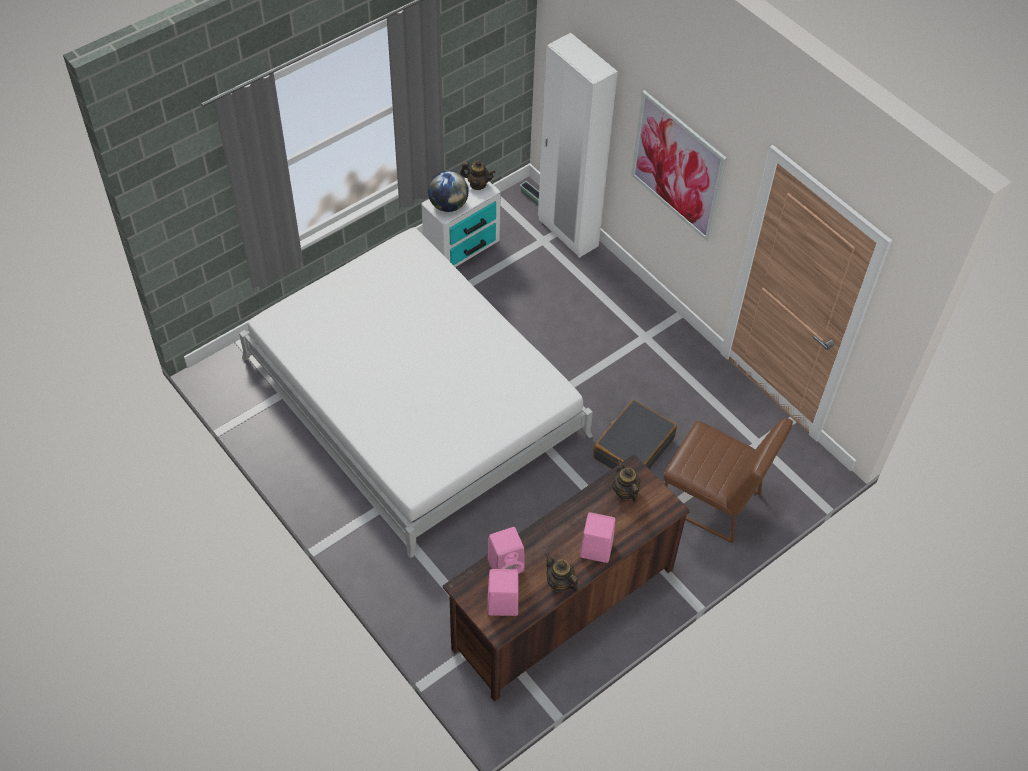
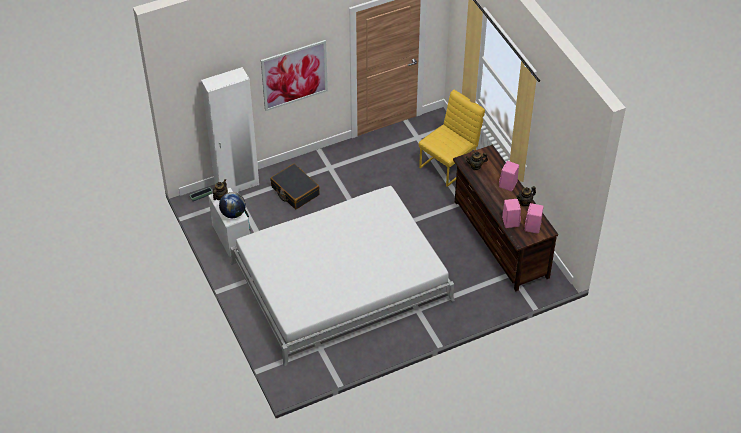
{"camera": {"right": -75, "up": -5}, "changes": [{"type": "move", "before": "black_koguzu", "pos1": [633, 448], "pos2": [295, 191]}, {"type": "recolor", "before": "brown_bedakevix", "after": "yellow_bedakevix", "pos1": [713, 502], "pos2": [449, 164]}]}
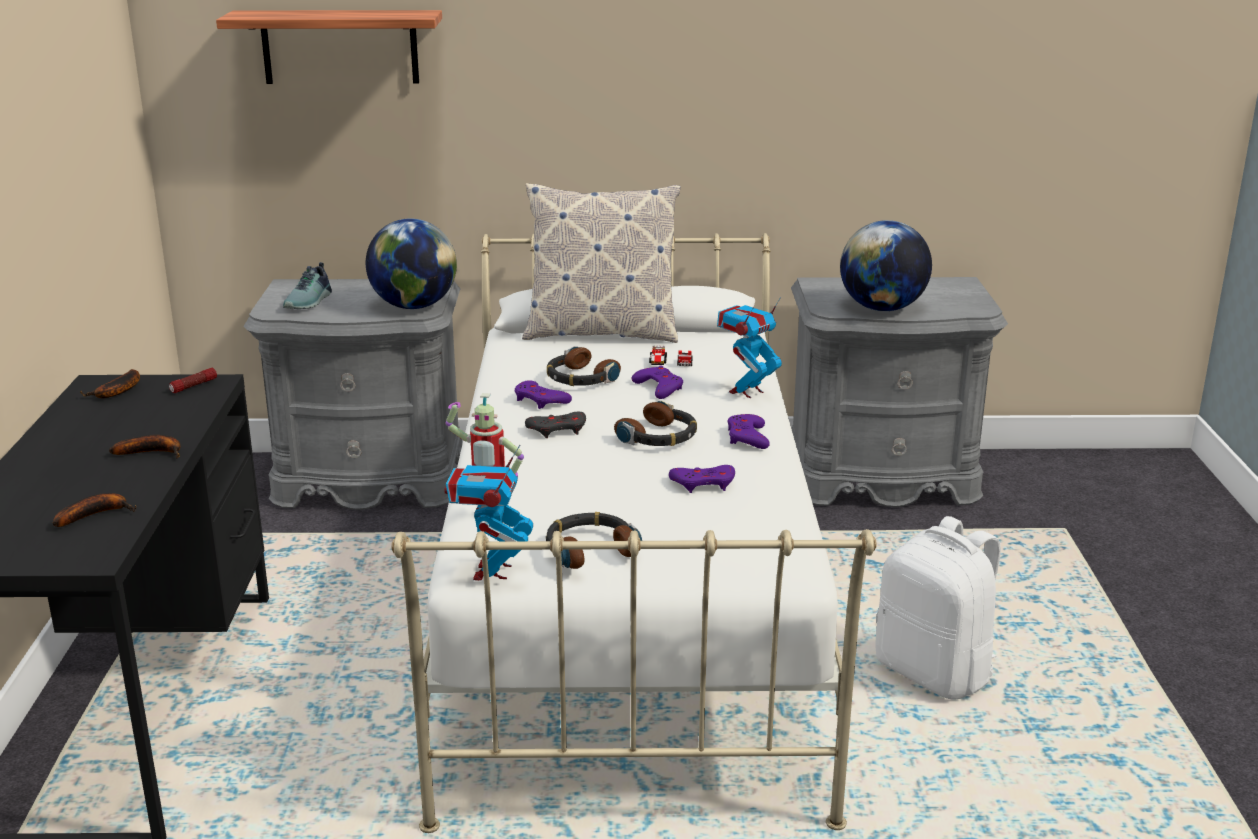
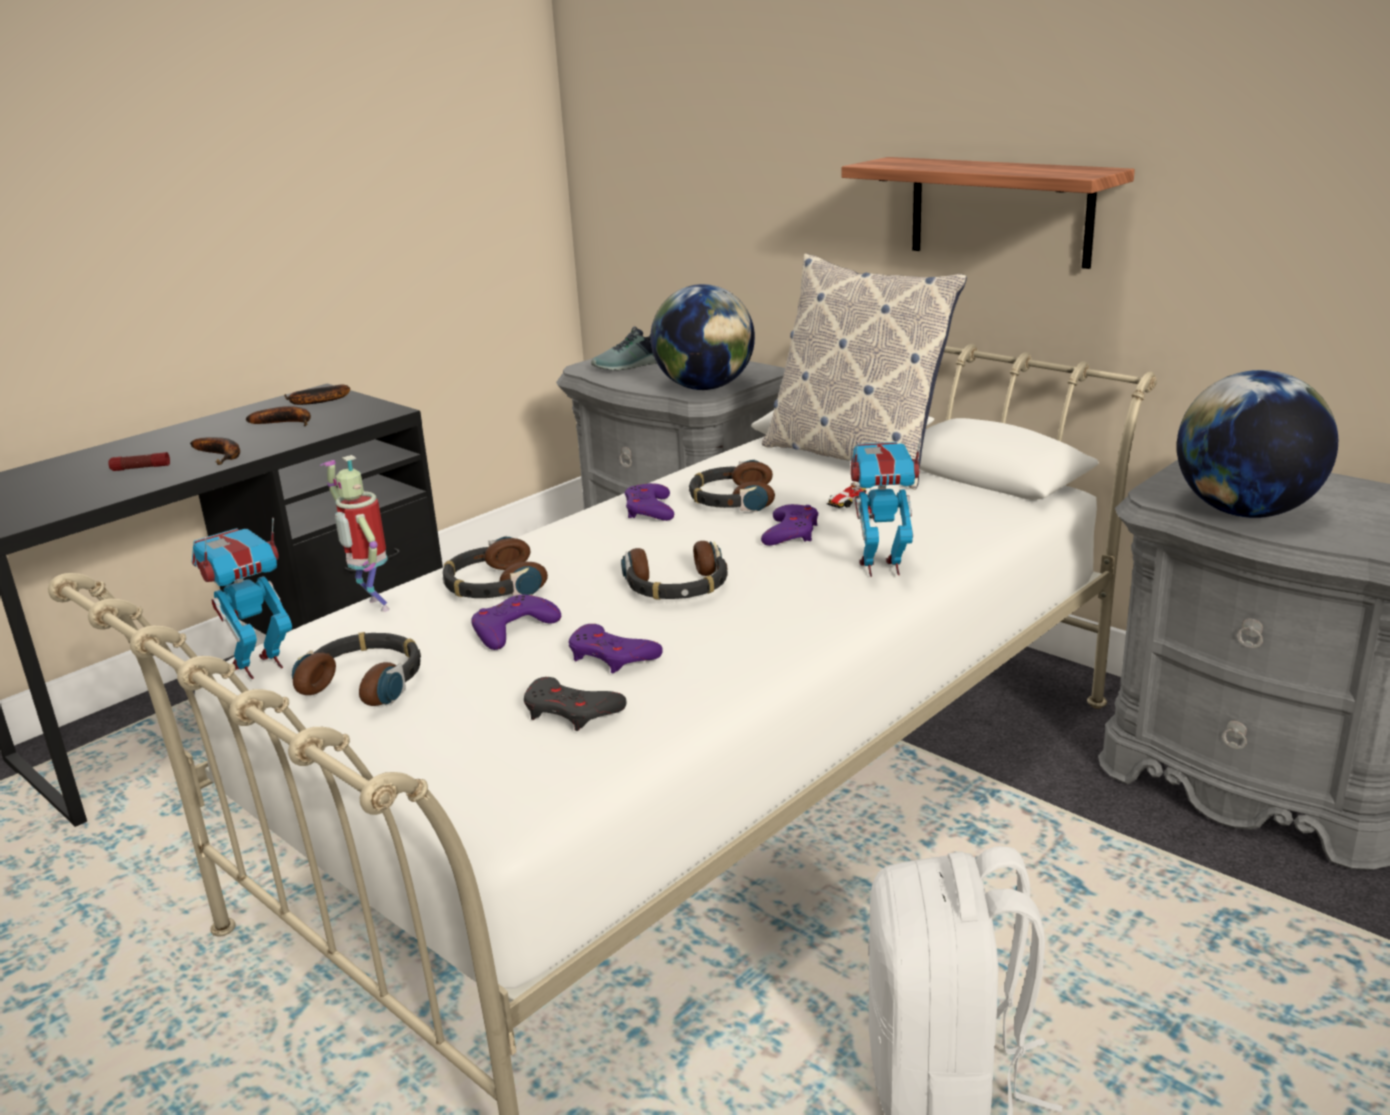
{"camera": {"right": 45, "up": 0}, "changes": [{"type": "move", "before": "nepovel", "pos1": [193, 386], "pos2": [140, 468]}, {"type": "move", "before": "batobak", "pos1": [96, 514], "pos2": [287, 422]}, {"type": "insert", "after": "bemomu", "pos2": [493, 585]}, {"type": "move", "before": "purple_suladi", "pos1": [747, 437], "pos2": [513, 629]}, {"type": "move", "before": "grey_suladi", "pos1": [558, 429], "pos2": [571, 711]}, {"type": "move", "before": "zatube", "pos1": [340, 47], "pos2": [1000, 211]}]}
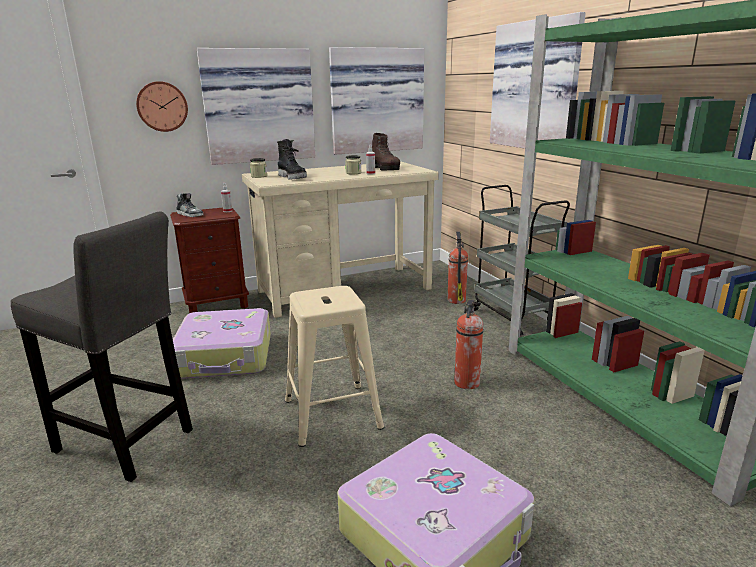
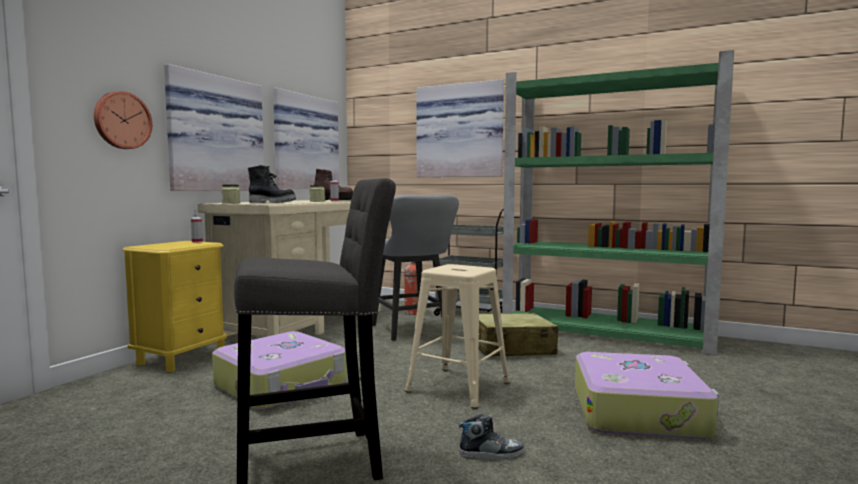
{"camera": {"right": -40, "up": -15}, "changes": [{"type": "recolor", "before": "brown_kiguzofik", "after": "yellow_kiguzofik", "pos1": [217, 305], "pos2": [182, 358]}, {"type": "insert", "after": "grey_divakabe", "pos2": [412, 331]}, {"type": "move", "before": "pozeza", "pos1": [190, 214], "pos2": [491, 453]}, {"type": "replace", "before": "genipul", "after": "beige_koguzu", "pos1": [466, 383], "pos2": [511, 348]}]}
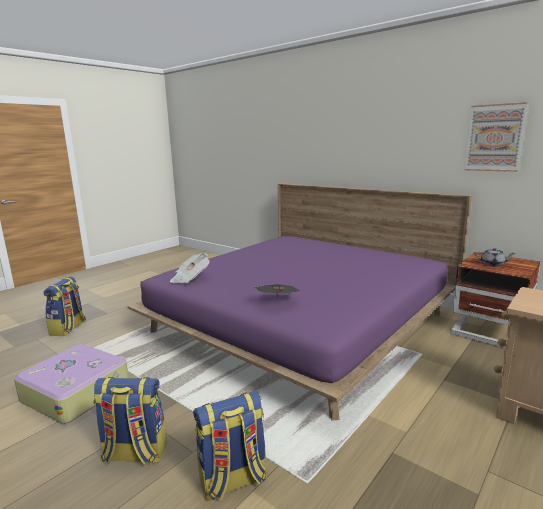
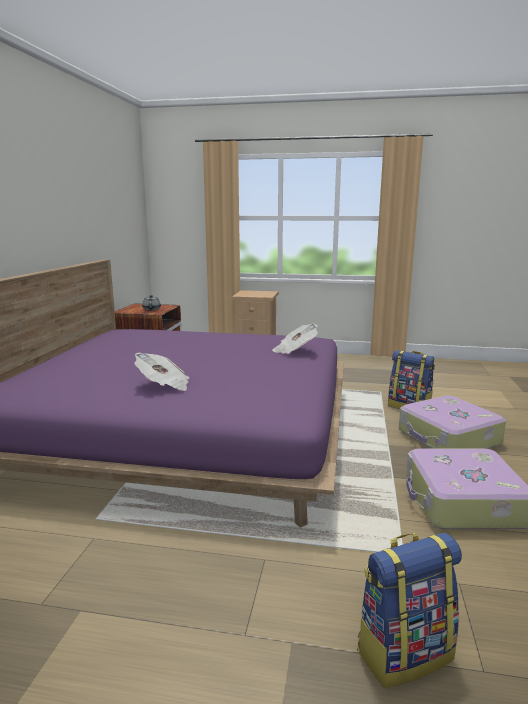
{"camera": {"right": -120, "up": 0}, "changes": [{"type": "move", "before": "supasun", "pos1": [190, 279], "pos2": [164, 385]}, {"type": "replace", "before": "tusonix", "after": "koguzu", "pos1": [134, 453], "pos2": [448, 438]}, {"type": "delete", "before": "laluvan", "pos1": [494, 138]}]}
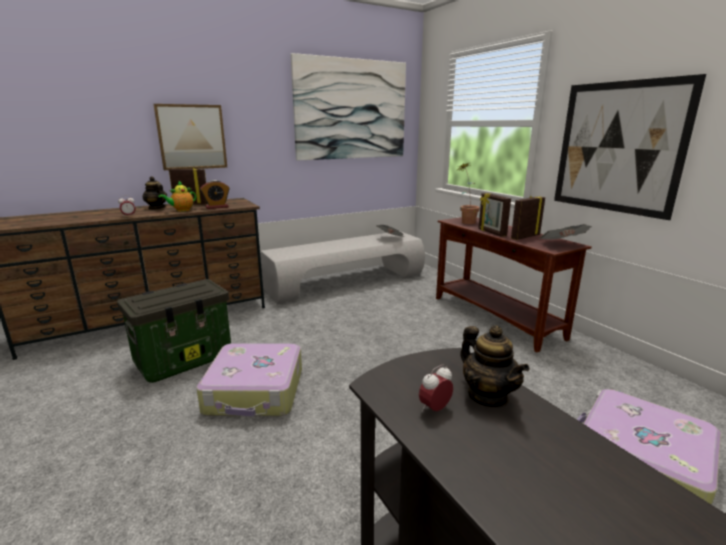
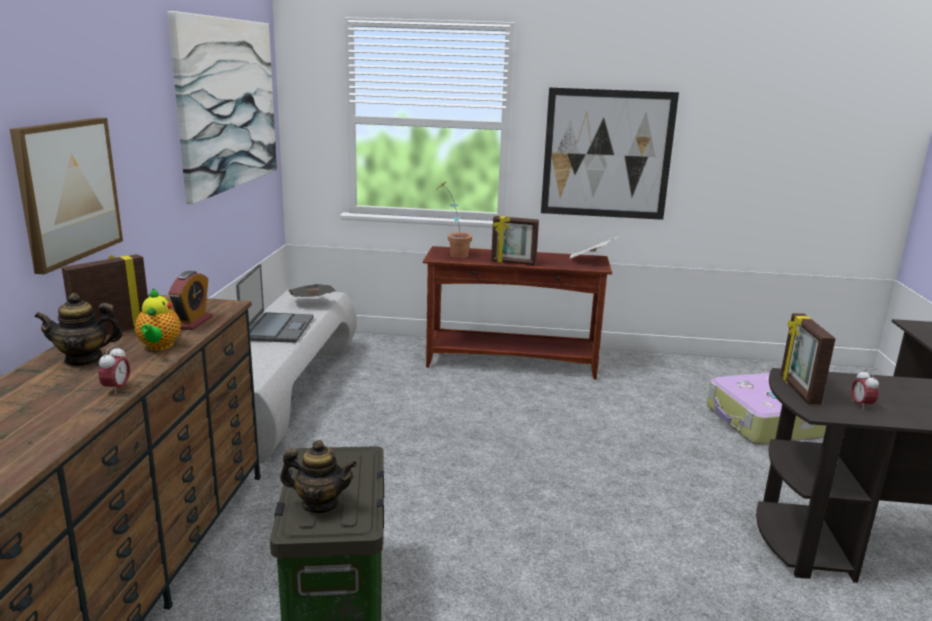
{"camera": {"right": -55, "up": 0}, "changes": [{"type": "insert", "after": "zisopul", "pos2": [277, 329]}, {"type": "move", "before": "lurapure", "pos1": [488, 396], "pos2": [320, 504]}, {"type": "move", "before": "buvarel", "pos1": [525, 237], "pos2": [798, 390]}, {"type": "delete", "before": "koguzu", "pos1": [255, 392]}]}
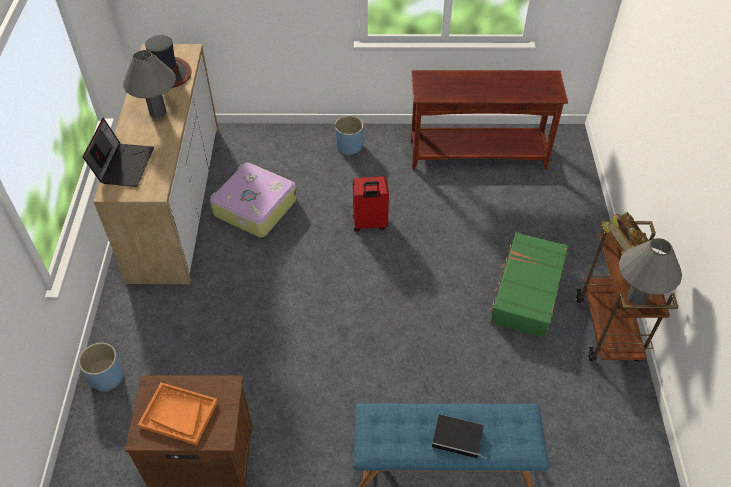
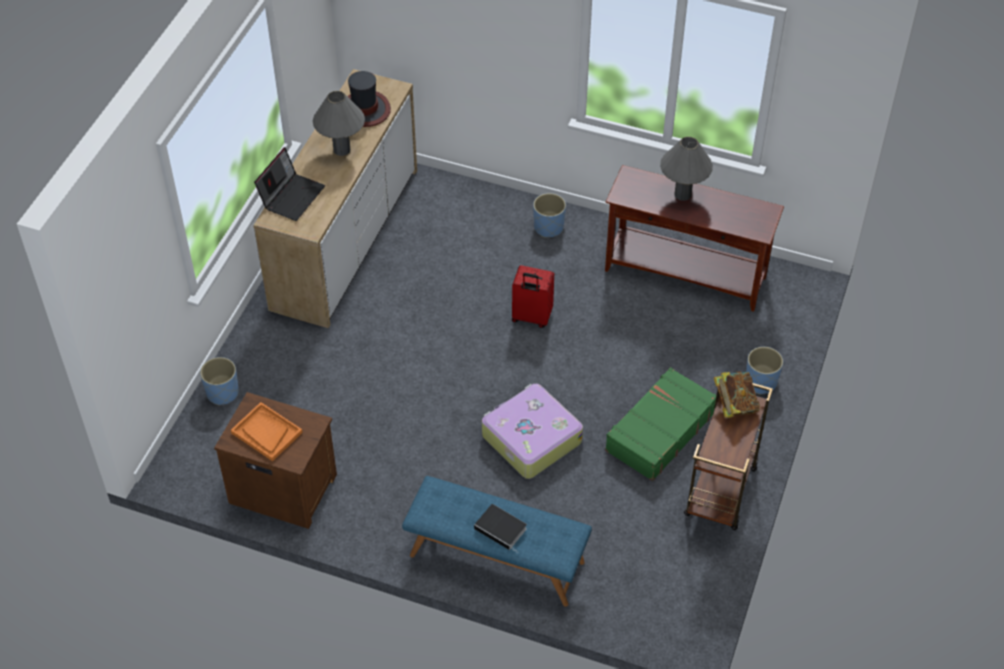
{"camera": {"right": 20, "up": 0}, "changes": [{"type": "move", "before": "koguzu", "pos1": [254, 207], "pos2": [530, 438]}, {"type": "move", "before": "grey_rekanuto", "pos1": [637, 297], "pos2": [682, 194]}, {"type": "insert", "after": "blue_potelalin", "pos2": [760, 382]}]}
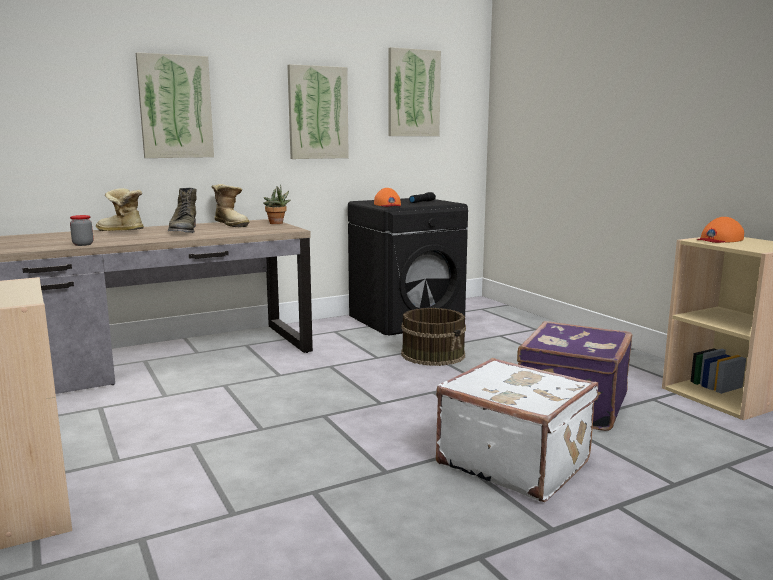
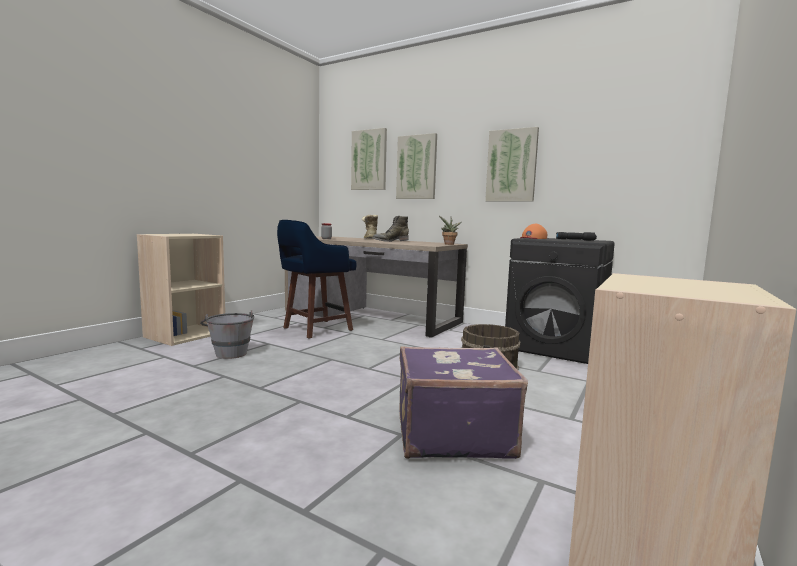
{"camera": {"right": 60, "up": -5}, "changes": [{"type": "insert", "after": "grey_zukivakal", "pos2": [229, 352]}, {"type": "insert", "after": "blue_divakabe", "pos2": [315, 329]}, {"type": "move", "before": "laluvan", "pos1": [413, 93], "pos2": [369, 160]}, {"type": "delete", "before": "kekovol", "pos1": [232, 224]}, {"type": "delete", "before": "white_koguzu", "pos1": [514, 462]}, {"type": "delete", "before": "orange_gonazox", "pos1": [719, 239]}]}
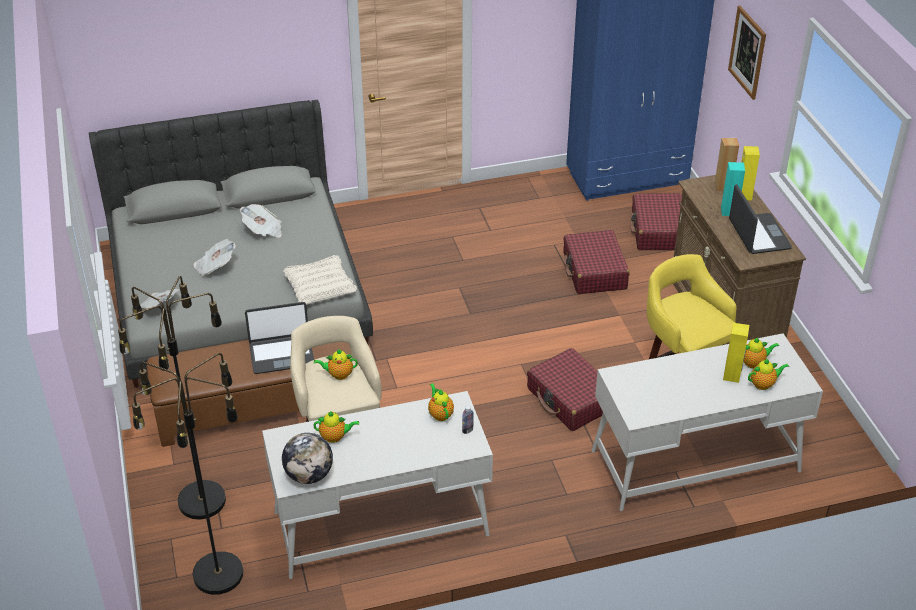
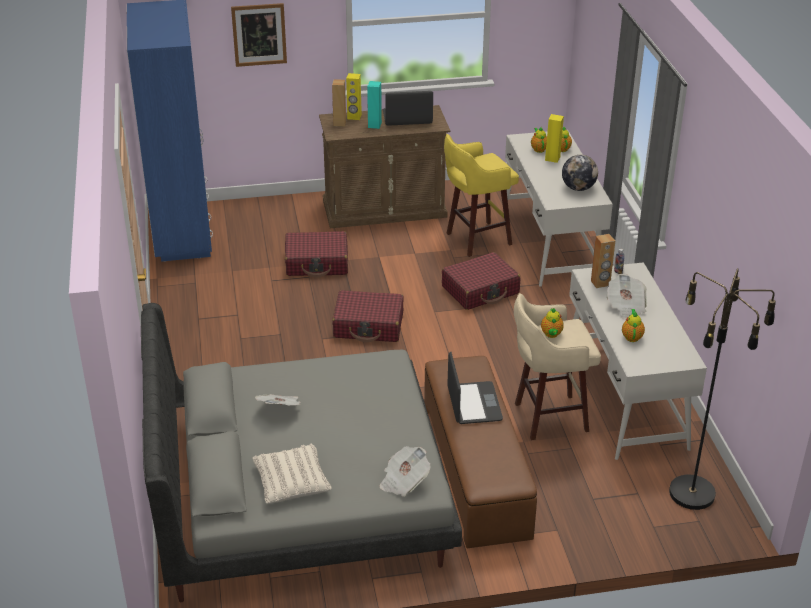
{"camera": {"right": -85, "up": -5}, "changes": [{"type": "move", "before": "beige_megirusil", "pos1": [320, 287], "pos2": [291, 480]}, {"type": "move", "before": "red_koguzu", "pos1": [658, 231], "pos2": [369, 325]}, {"type": "move", "before": "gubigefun", "pos1": [309, 475], "pos2": [578, 188]}, {"type": "replace", "before": "lurapure", "after": "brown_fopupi", "pos1": [440, 414], "pos2": [600, 283]}, {"type": "move", "before": "supasun", "pos1": [215, 266], "pos2": [626, 307]}, {"type": "delete", "before": "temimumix", "pos1": [201, 500]}]}
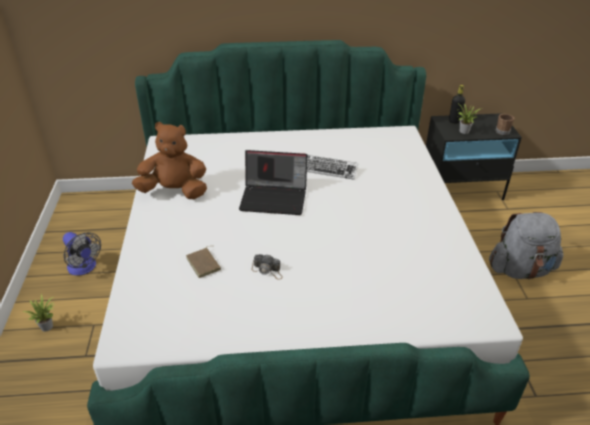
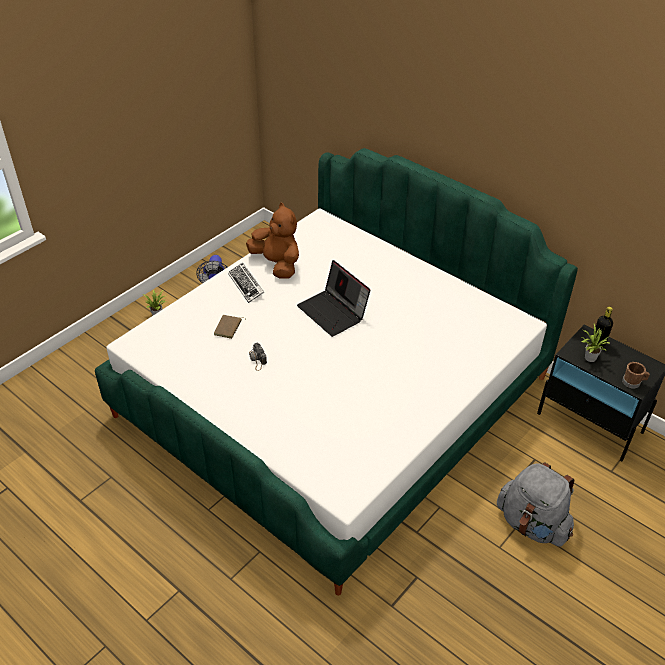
{"camera": {"right": 45, "up": 5}, "changes": [{"type": "move", "before": "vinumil", "pos1": [330, 170], "pos2": [246, 285]}]}
